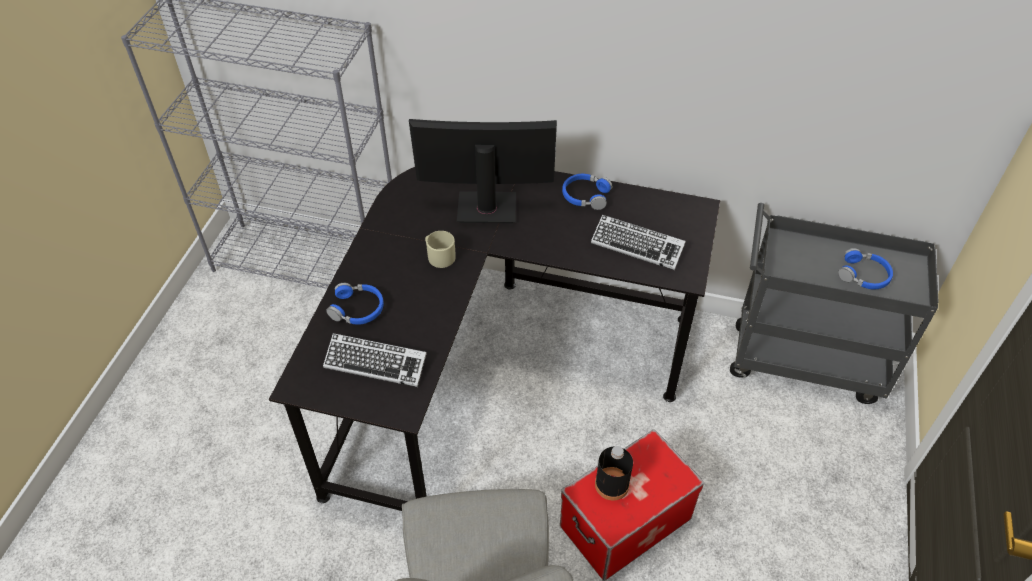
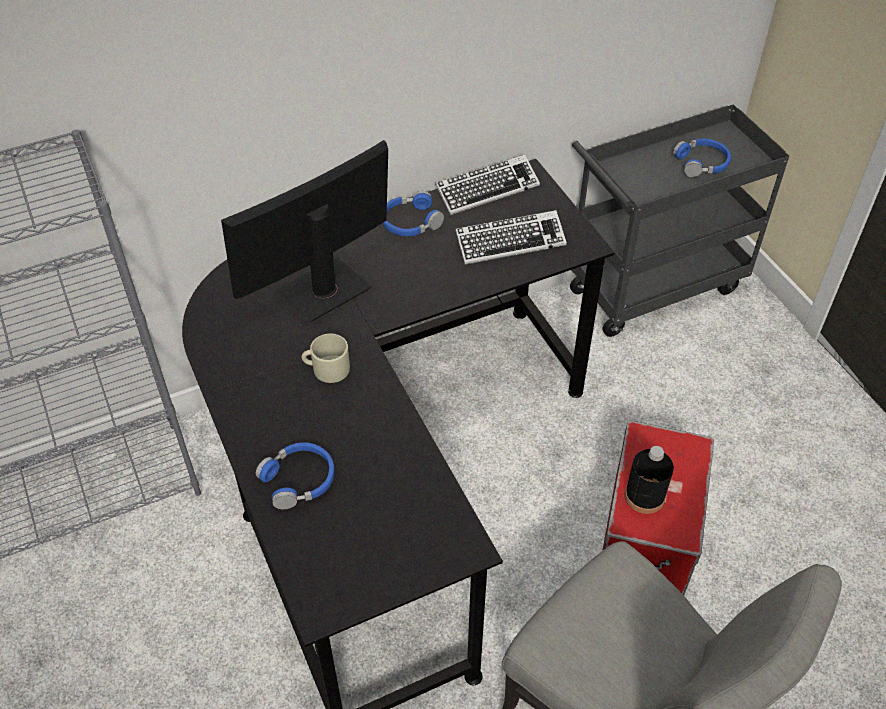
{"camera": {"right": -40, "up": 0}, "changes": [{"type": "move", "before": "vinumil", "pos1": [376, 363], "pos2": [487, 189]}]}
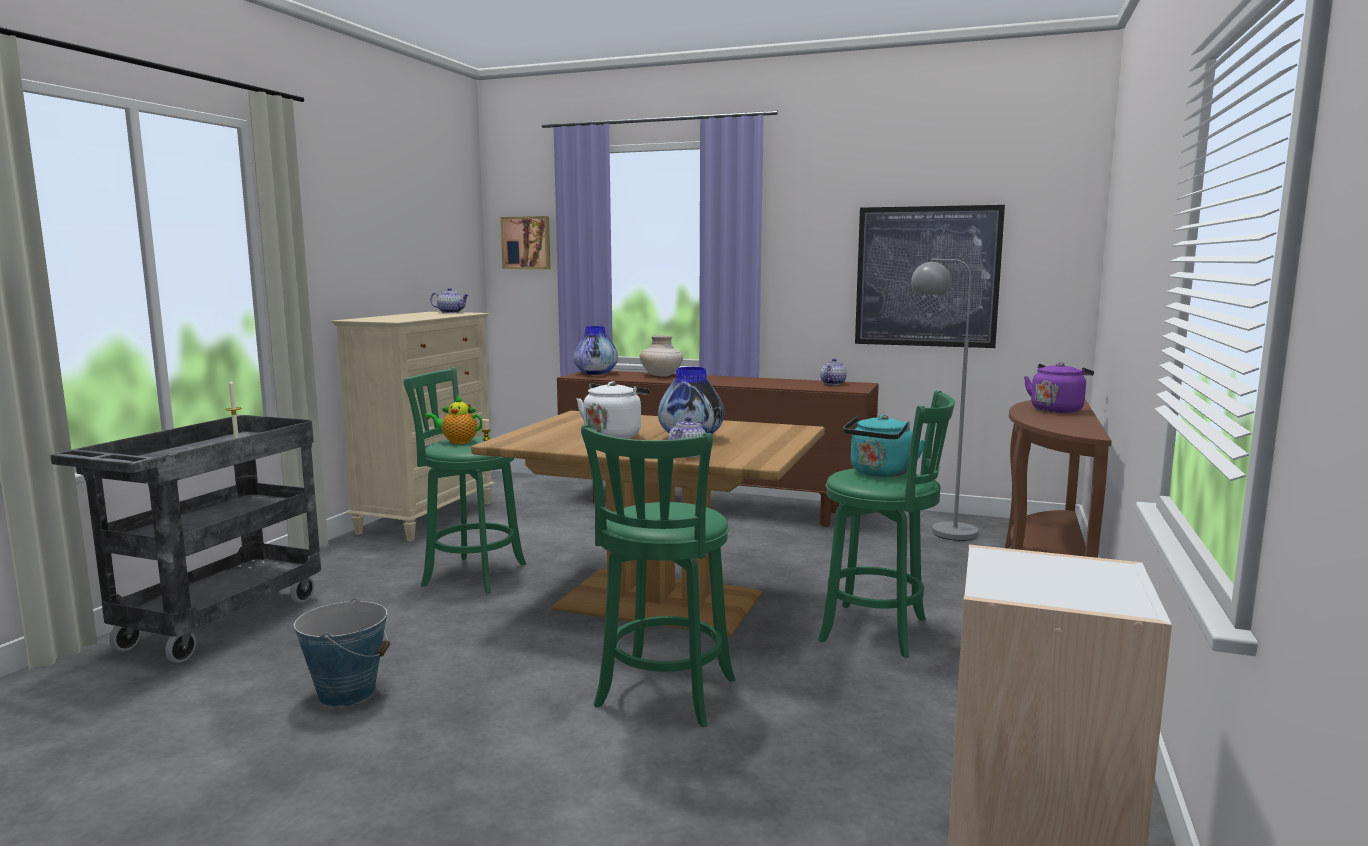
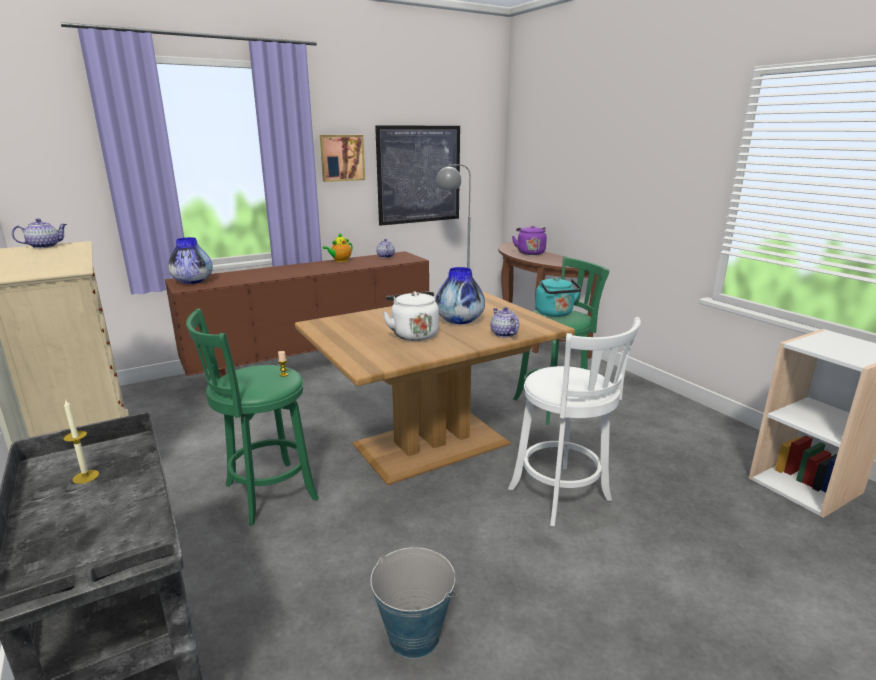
{"camera": {"right": -50, "up": 10}, "changes": [{"type": "move", "before": "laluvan", "pos1": [527, 243], "pos2": [342, 158]}, {"type": "move", "before": "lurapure", "pos1": [457, 442], "pos2": [340, 261]}, {"type": "recolor", "before": "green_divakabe", "after": "white_divakabe", "pos1": [663, 696], "pos2": [563, 497]}, {"type": "delete", "before": "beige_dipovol", "pos1": [661, 375]}]}
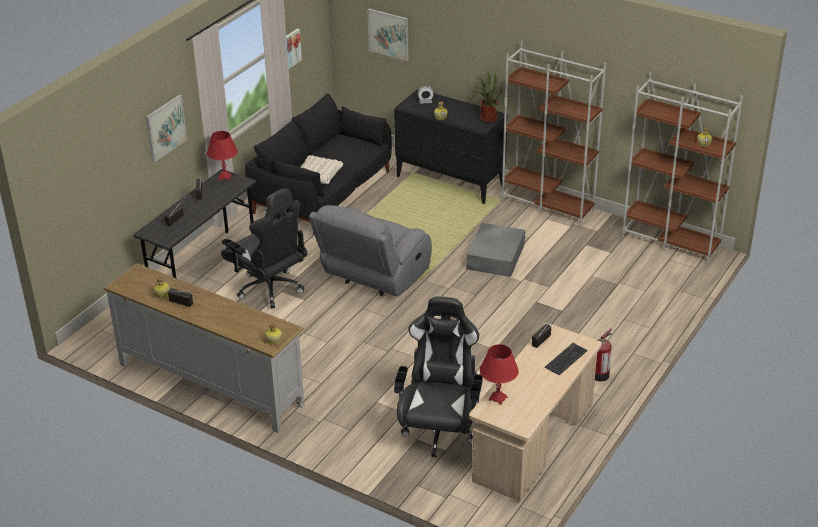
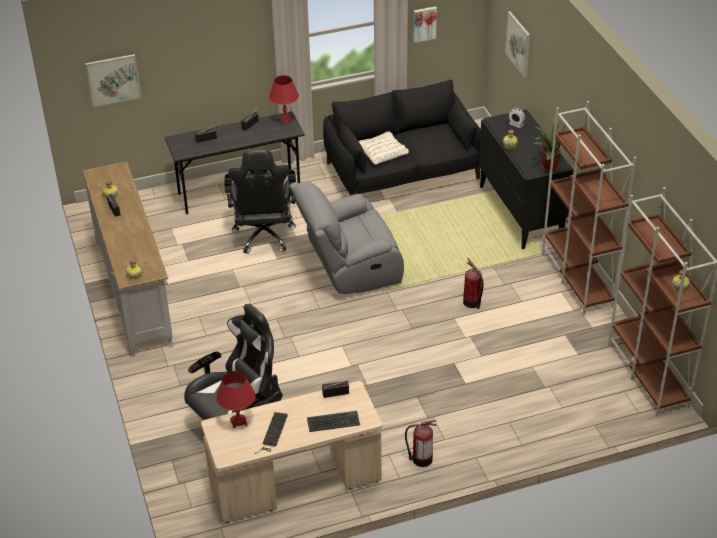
{"camera": {"right": 40, "up": 5}, "changes": [{"type": "move", "before": "laluvan", "pos1": [165, 128], "pos2": [113, 80]}, {"type": "insert", "after": "vinumil", "pos2": [272, 433]}, {"type": "replace", "before": "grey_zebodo", "after": "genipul", "pos1": [496, 256], "pos2": [472, 303]}]}
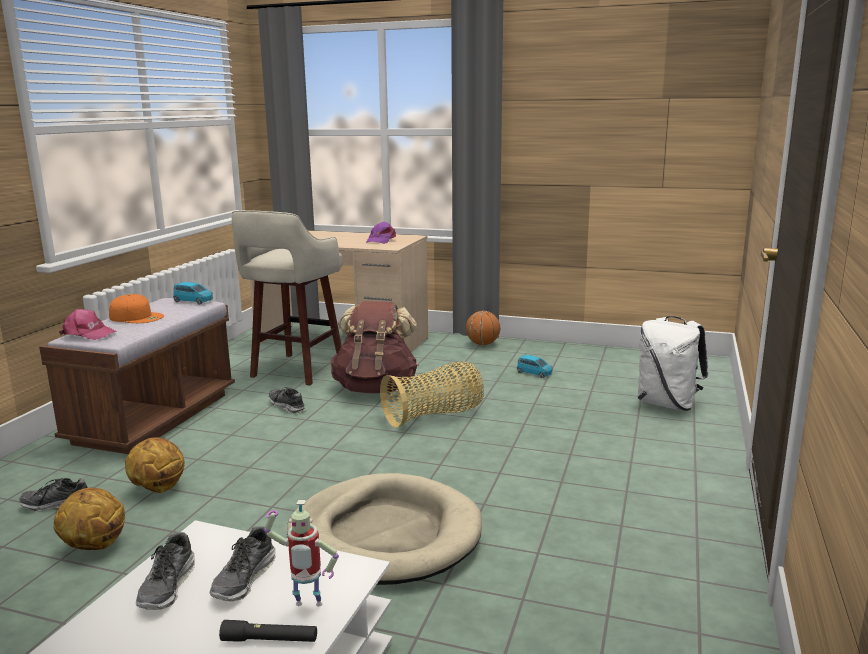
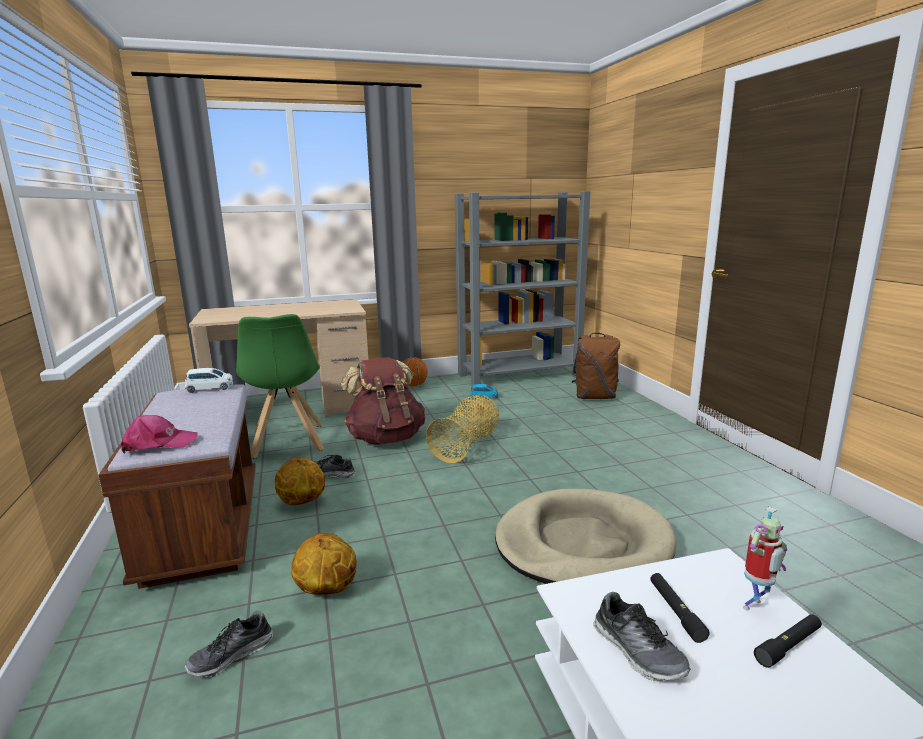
{"camera": {"right": -35, "up": 0}, "changes": [{"type": "recolor", "before": "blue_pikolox", "after": "white_pikolox", "pos1": [193, 301], "pos2": [210, 388]}, {"type": "replace", "before": "beige_divakabe", "after": "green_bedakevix", "pos1": [295, 371], "pos2": [287, 442]}, {"type": "move", "before": "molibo", "pos1": [94, 546], "pos2": [301, 502]}, {"type": "insert", "after": "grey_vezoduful", "pos2": [519, 376]}, {"type": "recolor", "before": "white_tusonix", "after": "brown_tusonix", "pos1": [668, 404], "pos2": [594, 397]}, {"type": "replace", "before": "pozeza", "after": "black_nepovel", "pos1": [244, 579], "pos2": [675, 611]}, {"type": "delete", "before": "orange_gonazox", "pos1": [137, 317]}, {"type": "delete", "before": "purple_gonazox", "pos1": [381, 240]}]}
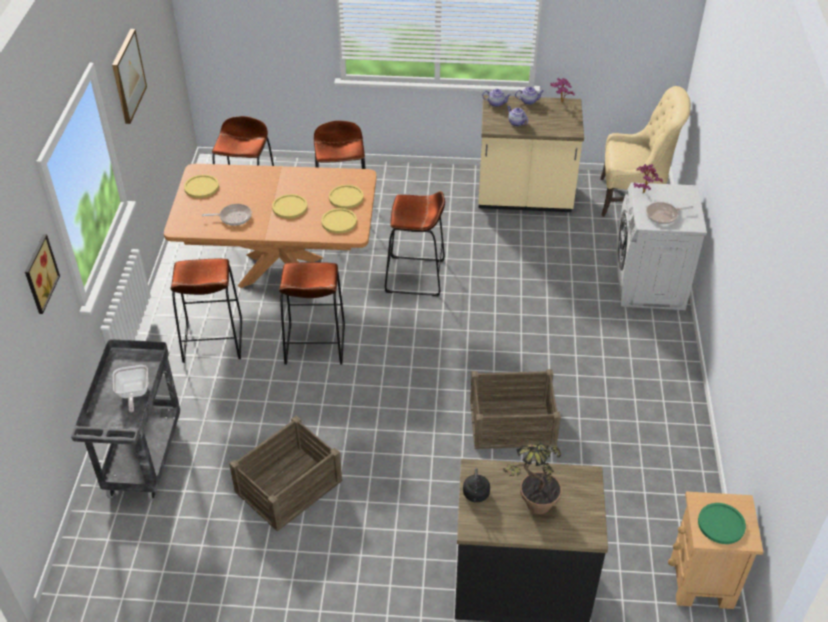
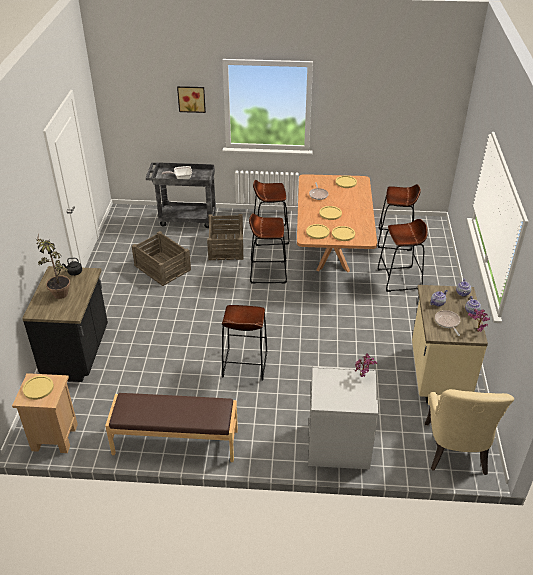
{"camera": {"right": 90, "up": -5}, "changes": [{"type": "recolor", "before": "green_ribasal", "after": "yellow_ribasal", "pos1": [721, 524], "pos2": [38, 388]}, {"type": "insert", "after": "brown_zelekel", "pos2": [175, 442]}, {"type": "move", "before": "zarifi", "pos1": [512, 422], "pos2": [226, 246]}, {"type": "move", "before": "brown_divakabe", "pos1": [415, 276], "pos2": [244, 364]}, {"type": "move", "before": "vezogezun", "pos1": [663, 215], "pos2": [447, 322]}, {"type": "delete", "before": "laluvan", "pos1": [127, 76]}]}
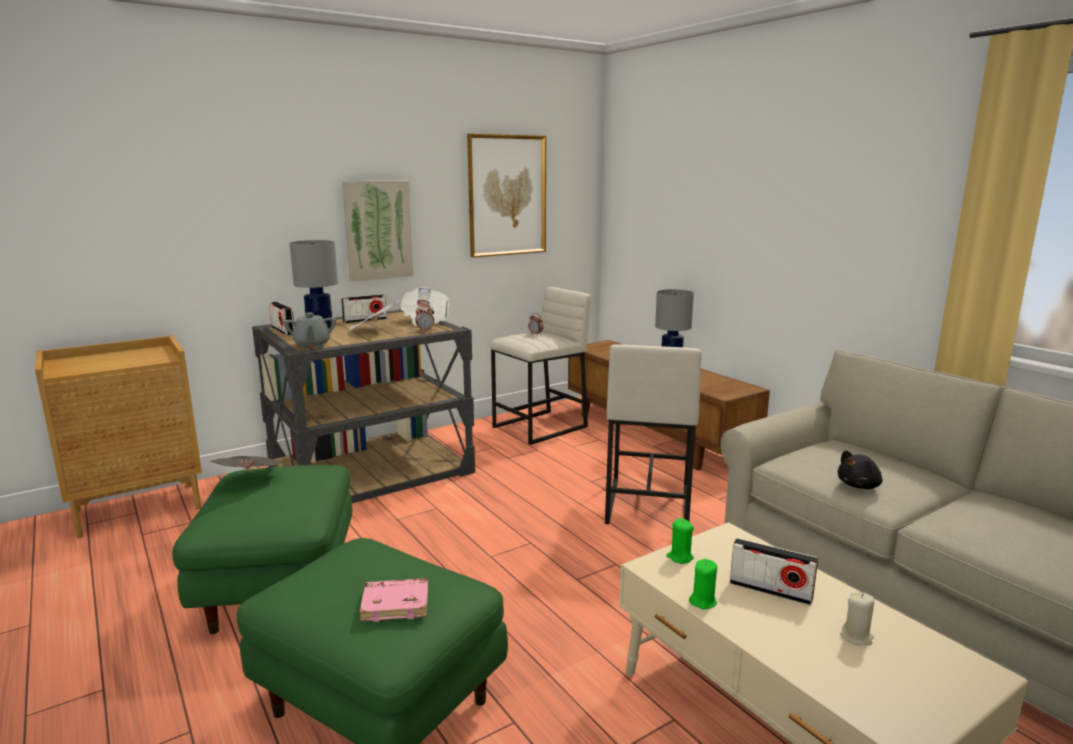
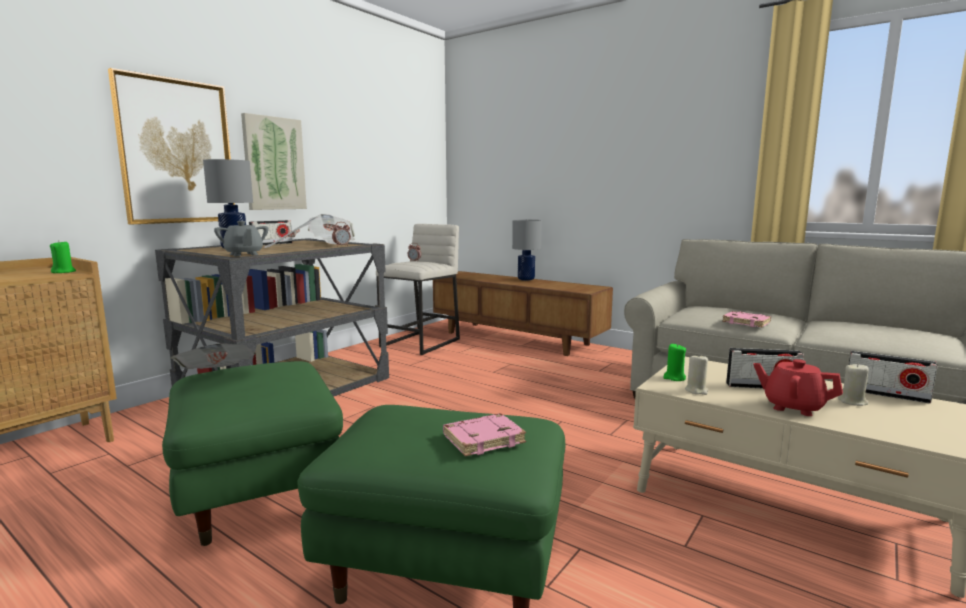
{"camera": {"right": -20, "up": -5}, "changes": [{"type": "move", "before": "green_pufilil", "pos1": [702, 601], "pos2": [64, 272]}, {"type": "move", "before": "laluvan", "pos1": [507, 195], "pos2": [176, 152]}, {"type": "insert", "after": "beige_pufilil", "pos2": [696, 390]}, {"type": "replace", "before": "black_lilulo", "after": "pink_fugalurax", "pos1": [860, 486], "pos2": [747, 322]}, {"type": "insert", "after": "red_lurapure", "pos2": [793, 407]}, {"type": "move", "before": "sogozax", "pos1": [283, 330], "pos2": [886, 394]}, {"type": "delete", "before": "beige_divakabe", "pos1": [648, 504]}]}
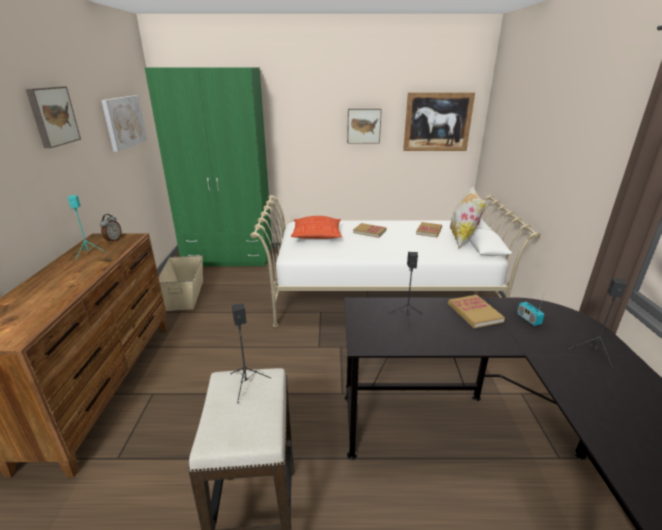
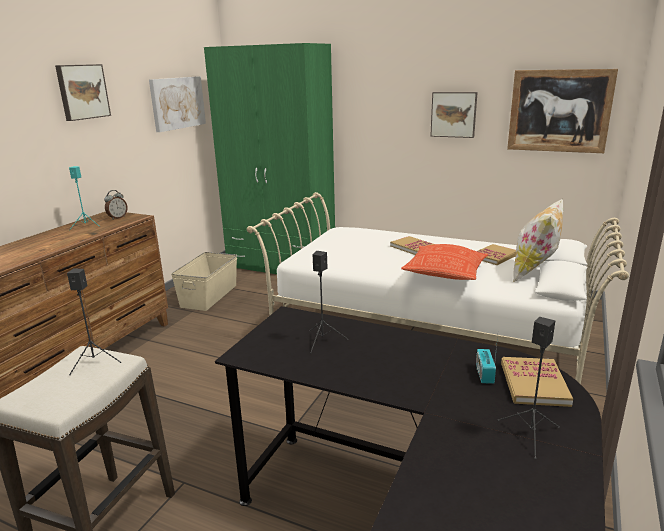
{"camera": {"right": 25, "up": -5}, "changes": [{"type": "move", "before": "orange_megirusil", "pos1": [316, 236], "pos2": [444, 274]}, {"type": "move", "before": "fugalurax", "pos1": [474, 313], "pos2": [534, 384]}]}
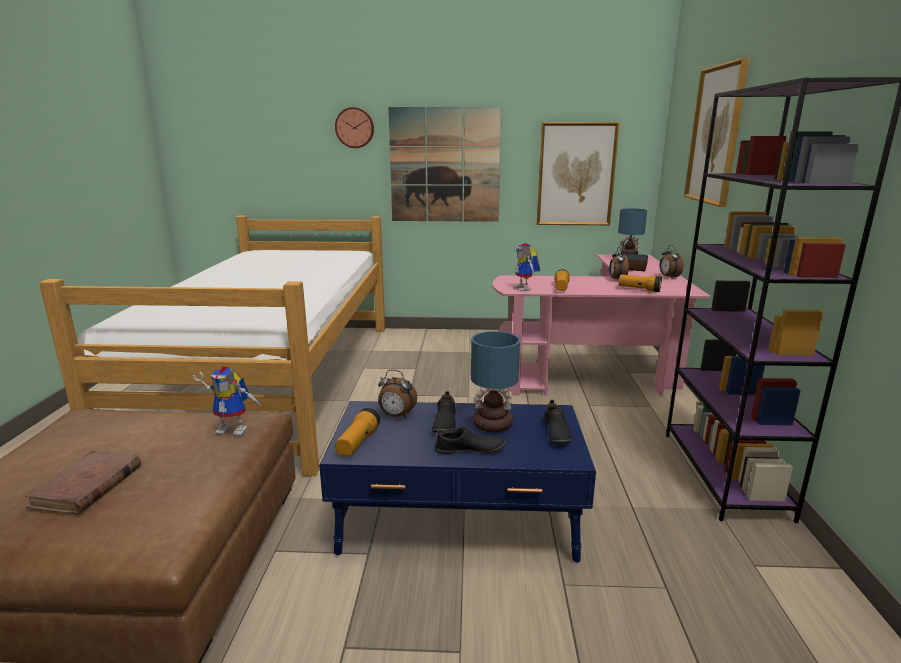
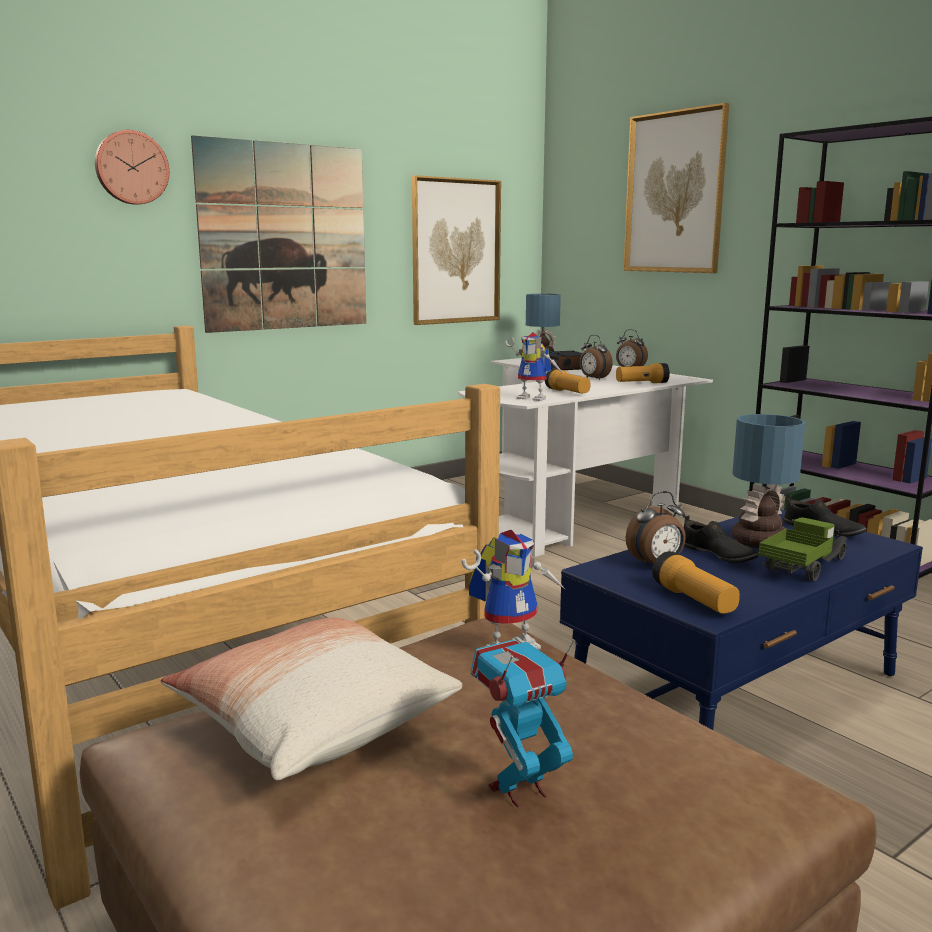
{"camera": {"right": -40, "up": -5}, "changes": [{"type": "insert", "after": "megirusil", "pos2": [312, 723]}, {"type": "recolor", "before": "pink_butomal", "after": "white_butomal", "pos1": [602, 369], "pos2": [574, 506]}, {"type": "replace", "before": "brown_fugalurax", "after": "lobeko", "pos1": [87, 486], "pos2": [518, 790]}, {"type": "replace", "before": "black_pozeza", "after": "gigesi", "pos1": [470, 449], "pos2": [803, 567]}]}
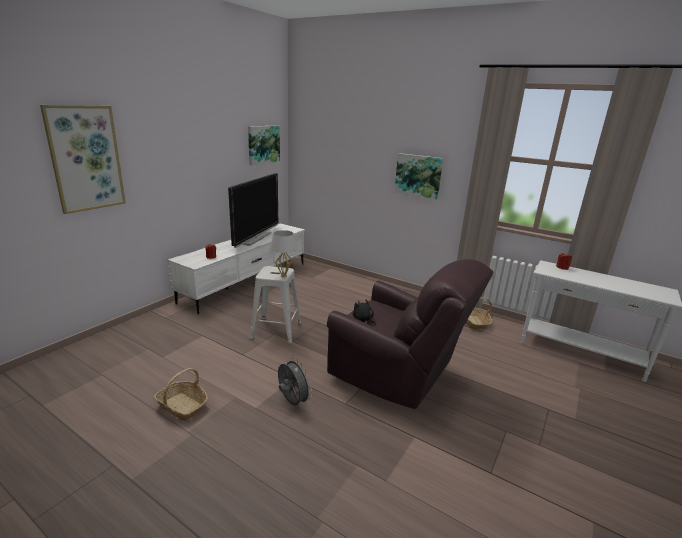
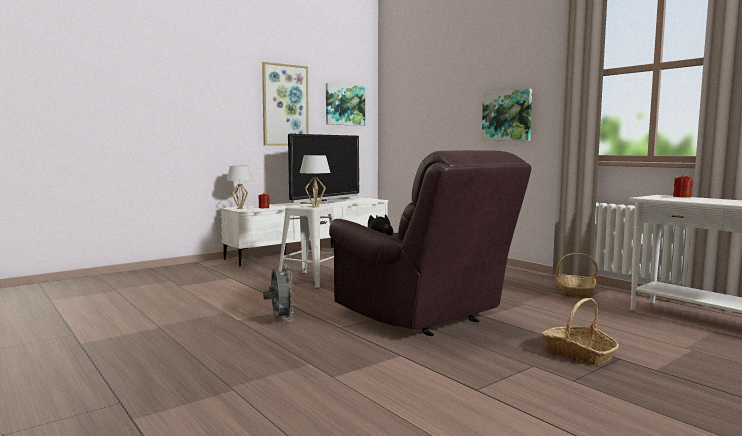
{"camera": {"right": 20, "up": -15}, "changes": [{"type": "insert", "after": "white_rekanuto", "pos2": [240, 208]}, {"type": "move", "before": "laluvan", "pos1": [86, 158], "pos2": [285, 105]}, {"type": "move", "before": "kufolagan", "pos1": [182, 406], "pos2": [579, 354]}]}
